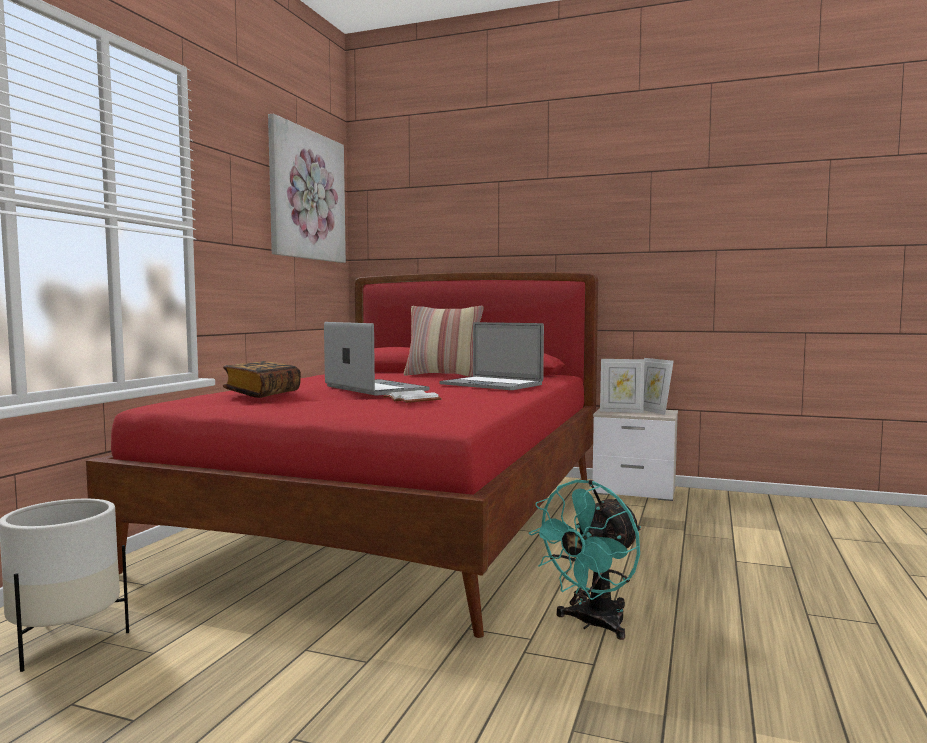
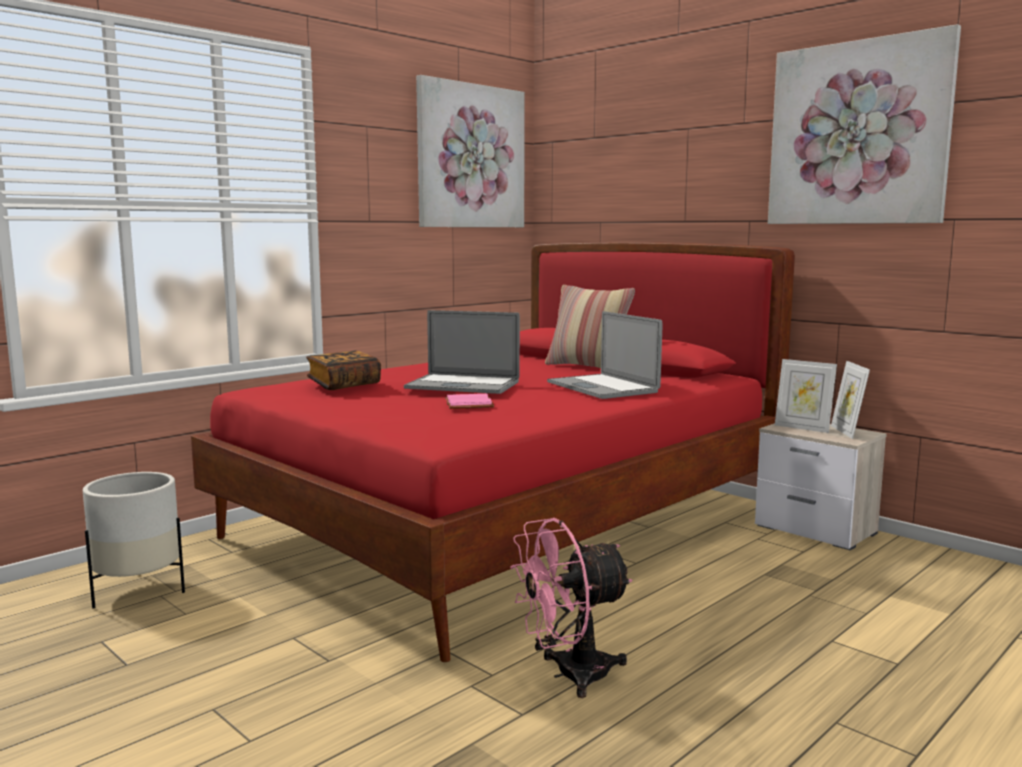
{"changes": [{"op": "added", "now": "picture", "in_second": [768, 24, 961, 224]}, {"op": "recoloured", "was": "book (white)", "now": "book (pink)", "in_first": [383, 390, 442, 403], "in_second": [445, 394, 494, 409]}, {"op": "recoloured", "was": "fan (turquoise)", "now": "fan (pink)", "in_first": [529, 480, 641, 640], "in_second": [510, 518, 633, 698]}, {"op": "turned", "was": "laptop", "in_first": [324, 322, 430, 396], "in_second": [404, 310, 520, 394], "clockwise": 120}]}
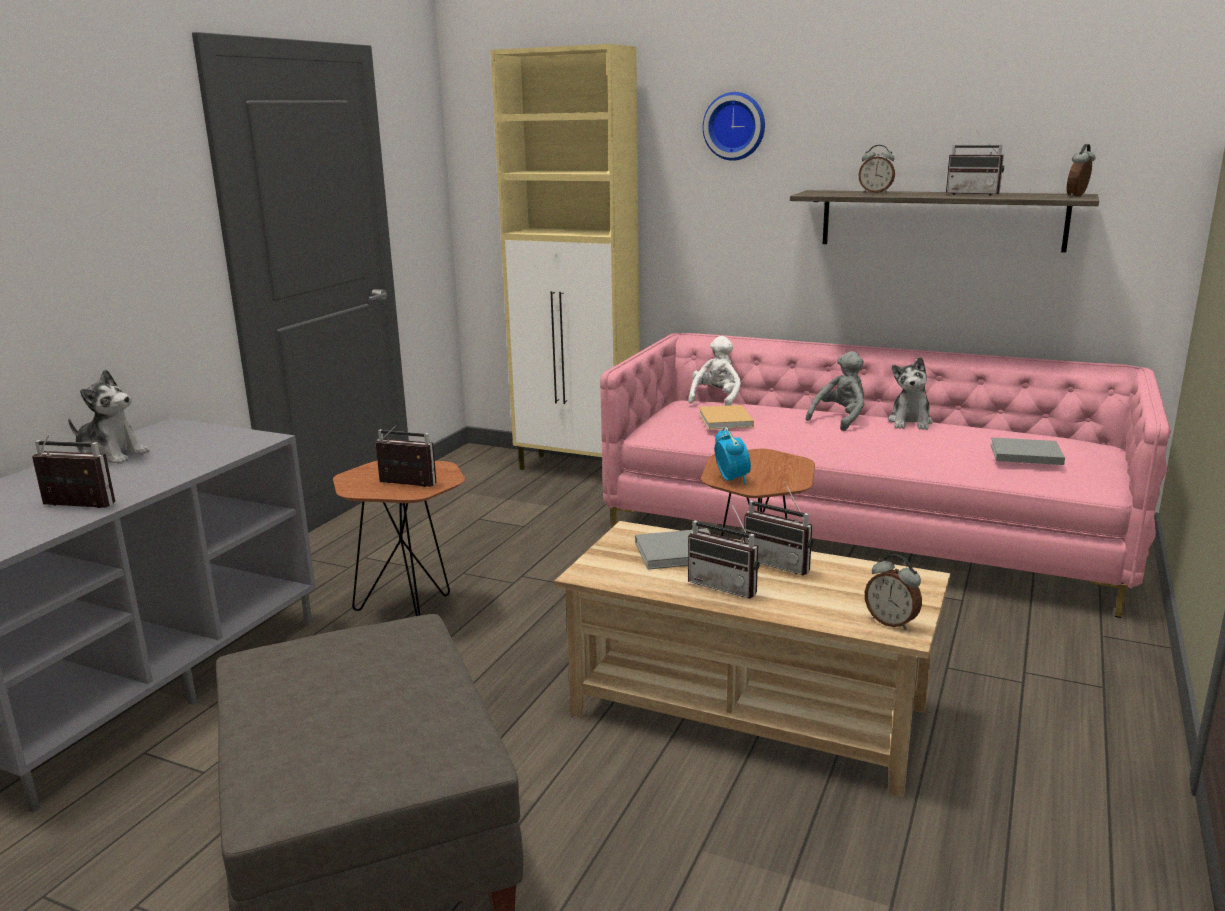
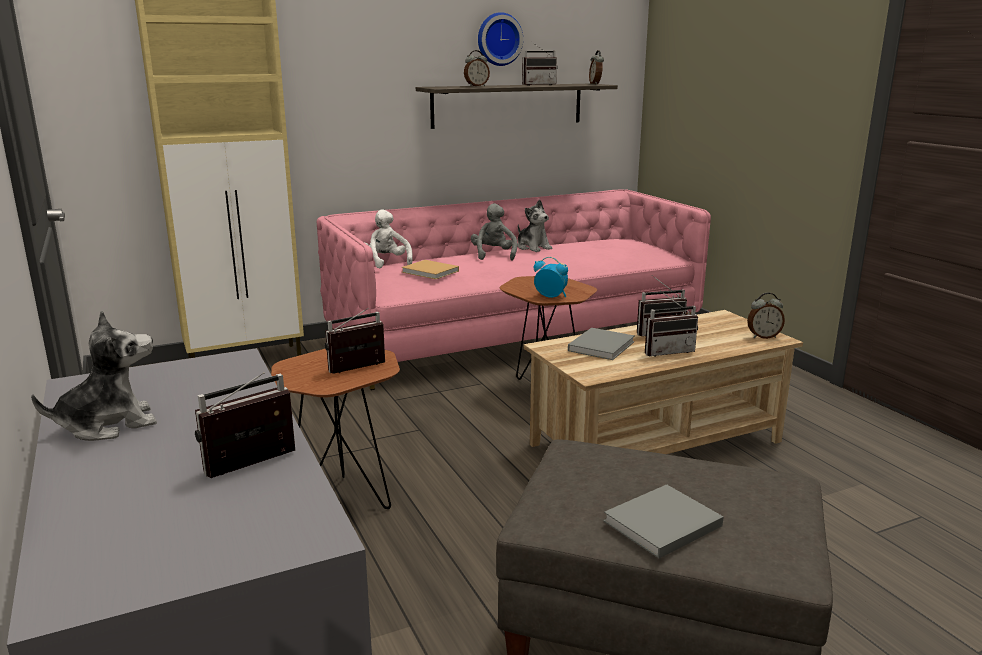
{"changes": [{"op": "moved", "was": "wall clock", "in_first": [703, 92, 765, 161], "in_second": [478, 12, 523, 66]}, {"op": "moved", "was": "book (grey)", "in_first": [990, 437, 1065, 465], "in_second": [604, 484, 724, 558]}]}
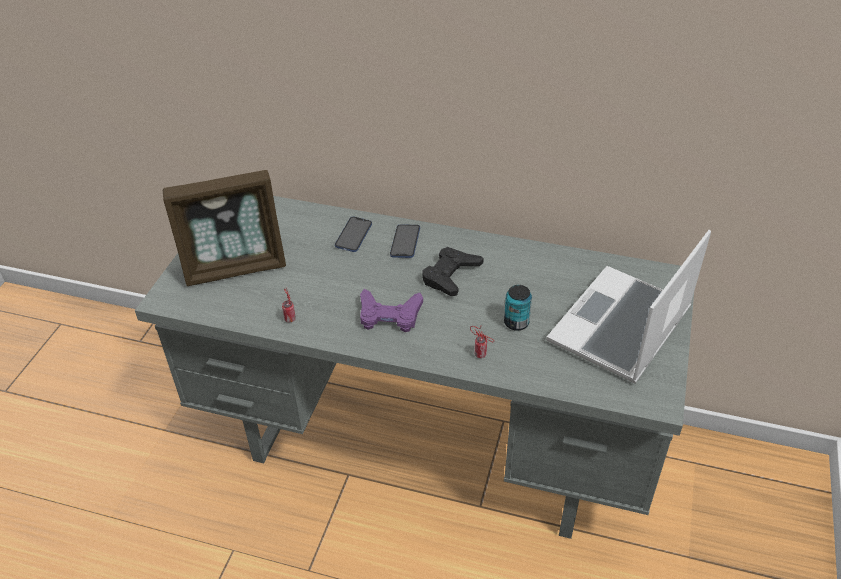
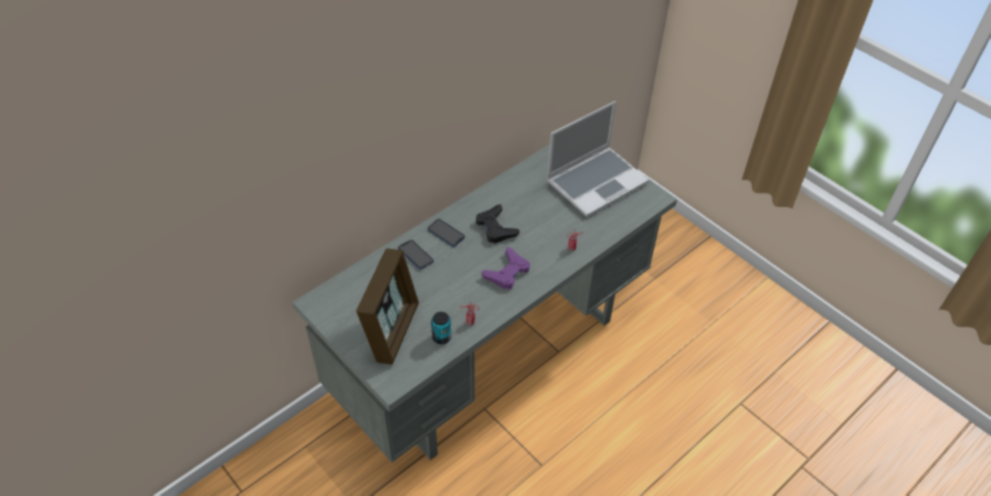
{"changes": [{"op": "moved", "was": "can", "in_first": [504, 285, 532, 331], "in_second": [431, 312, 451, 344]}, {"op": "turned", "was": "laptop", "in_first": [546, 230, 711, 383], "in_second": [546, 101, 649, 217], "clockwise": -105}]}
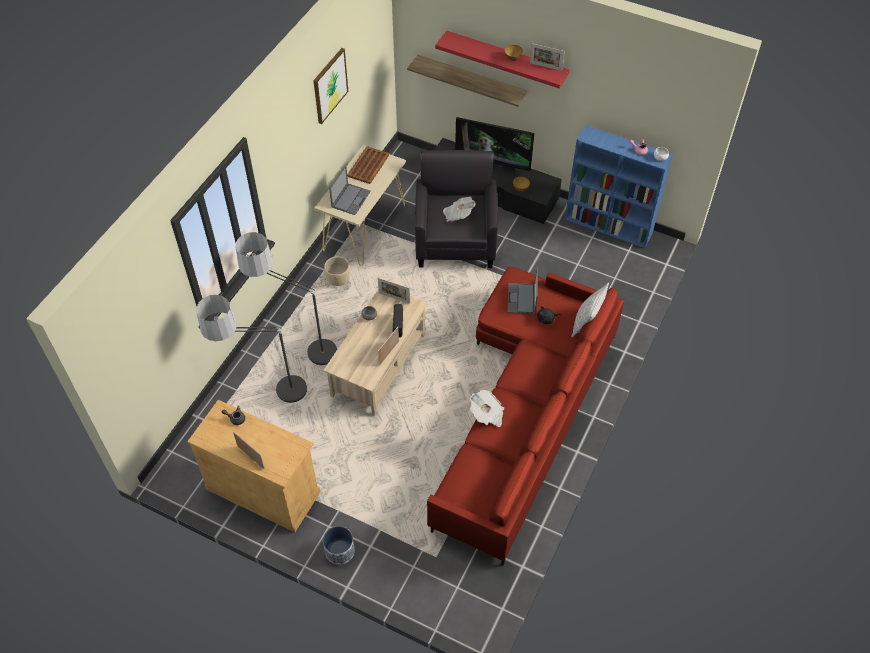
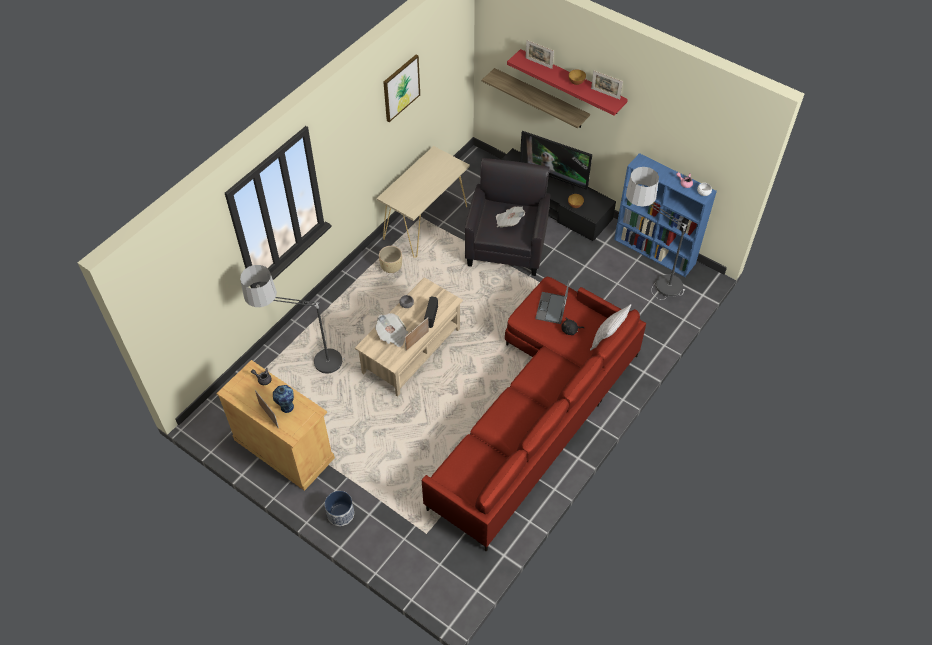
{"changes": [{"op": "removed", "was": "laptop", "in_first": [329, 165, 371, 215]}, {"op": "removed", "was": "tray (brown)", "in_first": [347, 146, 389, 184]}, {"op": "added", "now": "vase", "in_second": [273, 385, 294, 413]}, {"op": "moved", "was": "floor lamp", "in_first": [235, 232, 337, 365], "in_second": [626, 167, 688, 300]}, {"op": "moved", "was": "picture frame", "in_first": [378, 278, 410, 304], "in_second": [525, 40, 554, 69]}, {"op": "moved", "was": "newspaper", "in_first": [470, 390, 504, 427], "in_second": [375, 313, 408, 347]}]}
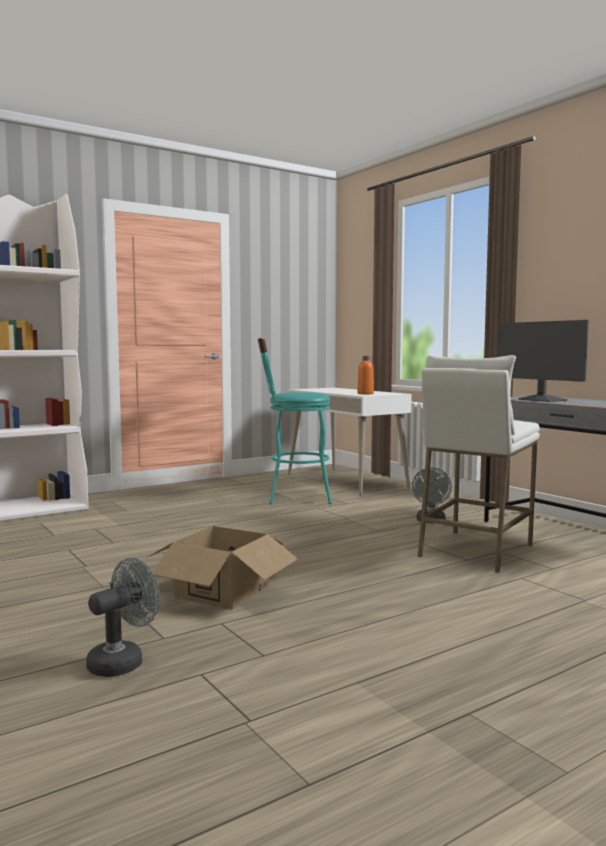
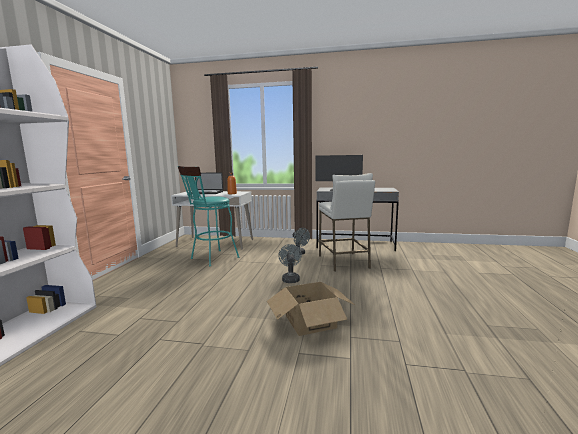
{"changes": [{"op": "added", "now": "laptop", "in_second": [188, 173, 223, 194]}, {"op": "moved", "was": "fan (grey)", "in_first": [86, 558, 160, 677], "in_second": [278, 244, 302, 283]}]}
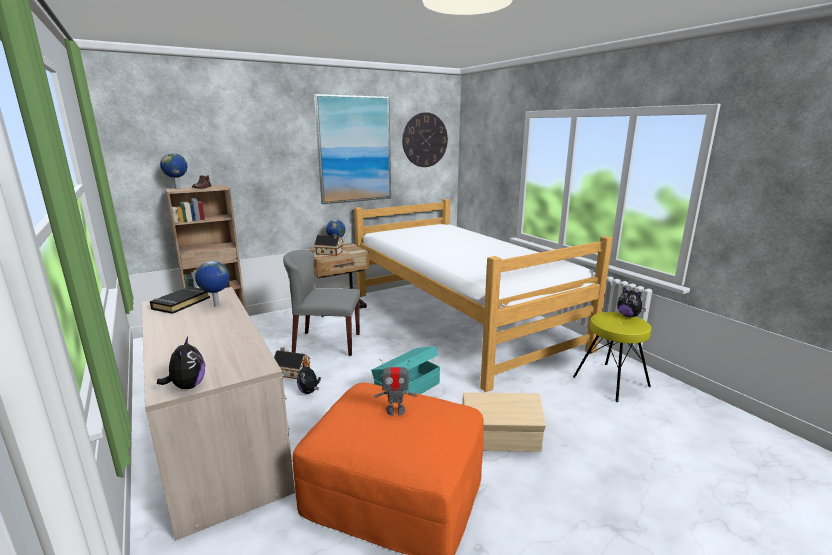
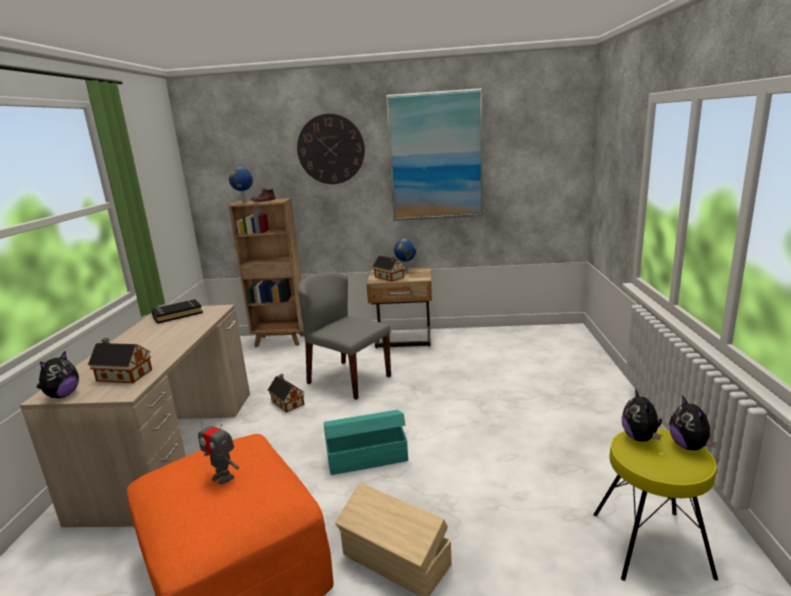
{"changes": [{"op": "removed", "was": "globe", "in_first": [195, 261, 230, 306]}, {"op": "removed", "was": "bed", "in_first": [354, 199, 613, 392]}, {"op": "added", "now": "toy house", "in_second": [88, 338, 152, 383]}, {"op": "moved", "was": "plush toy", "in_first": [297, 363, 321, 394], "in_second": [621, 389, 662, 442]}, {"op": "moved", "was": "wall clock", "in_first": [402, 112, 448, 167], "in_second": [297, 114, 365, 184]}]}
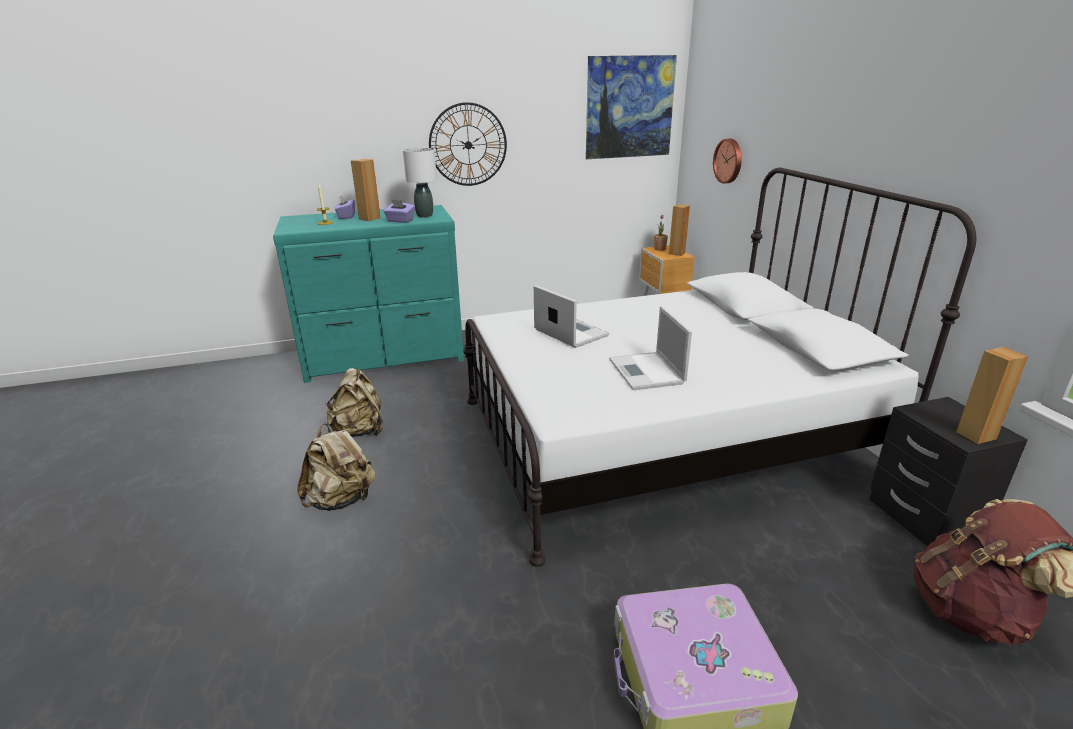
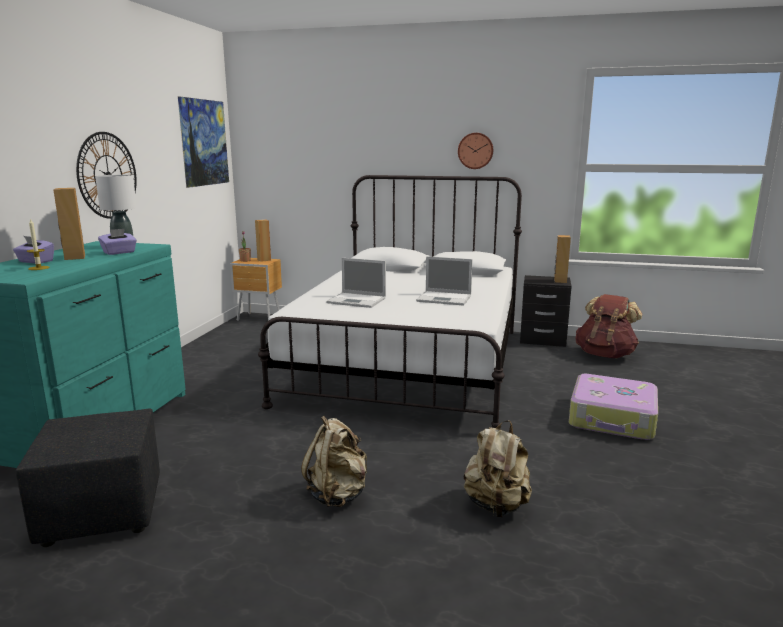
{"changes": [{"op": "added", "now": "ottoman (black)", "in_second": [16, 409, 160, 547]}, {"op": "moved", "was": "backpack (beige)", "in_first": [325, 368, 383, 437], "in_second": [464, 420, 532, 517]}, {"op": "moved", "was": "wall clock", "in_first": [713, 139, 742, 184], "in_second": [458, 133, 493, 169]}, {"op": "turned", "was": "laptop", "in_first": [534, 285, 609, 348], "in_second": [326, 258, 386, 308], "clockwise": -150}]}
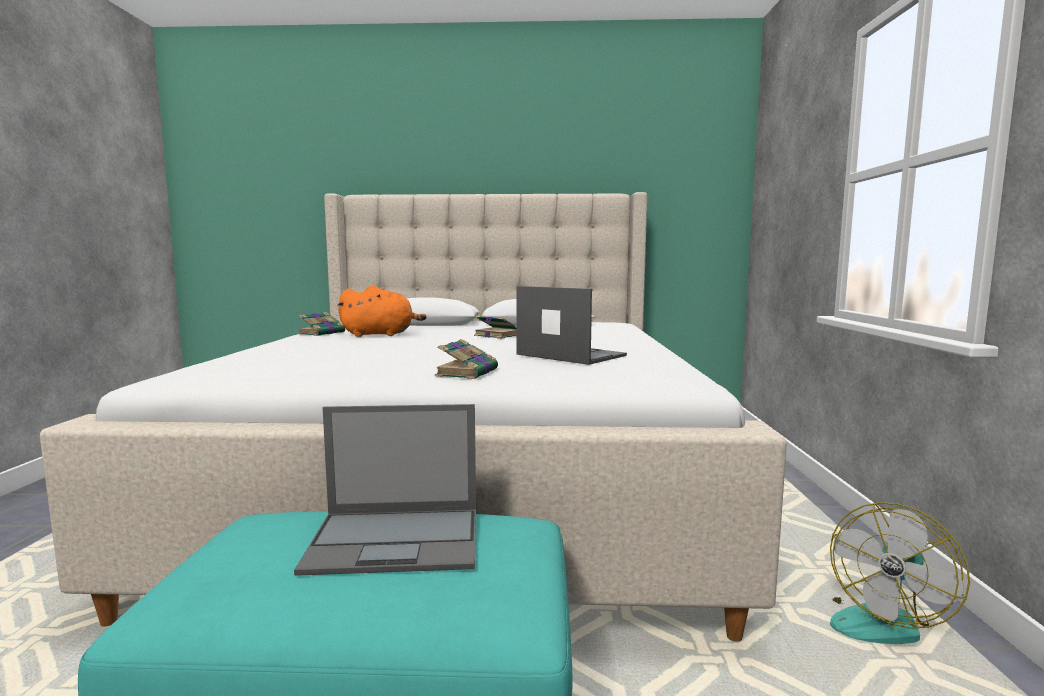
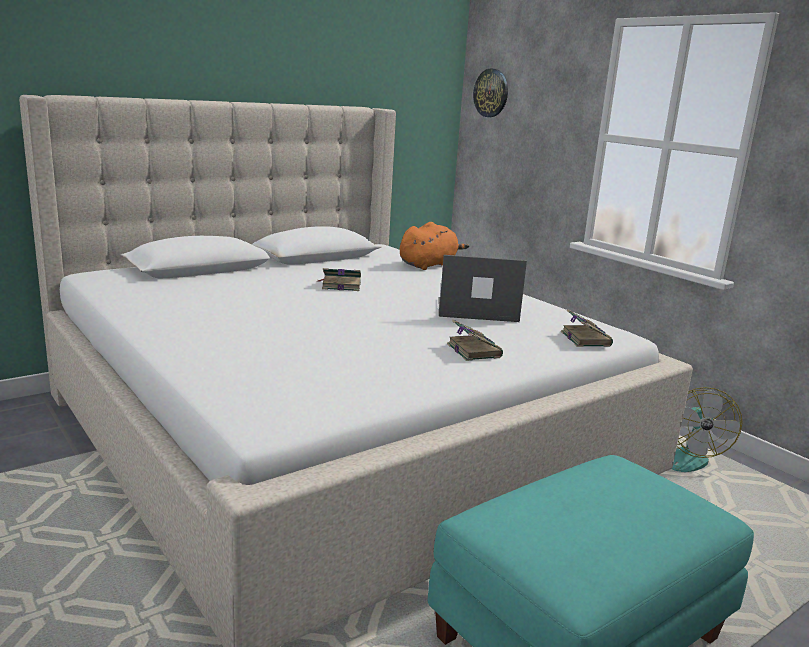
{"changes": [{"op": "removed", "was": "laptop", "in_first": [294, 404, 476, 576]}, {"op": "added", "now": "wall clock", "in_second": [473, 69, 508, 117]}, {"op": "moved", "was": "book", "in_first": [298, 312, 346, 336], "in_second": [561, 309, 613, 347]}, {"op": "moved", "was": "plush toy (orange)", "in_first": [337, 285, 426, 337], "in_second": [400, 222, 469, 270]}]}
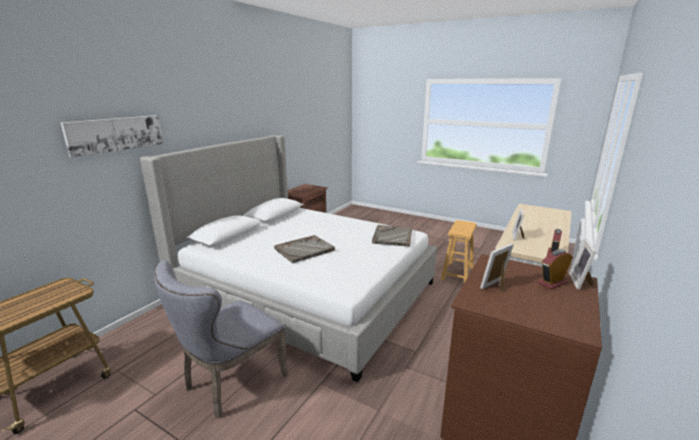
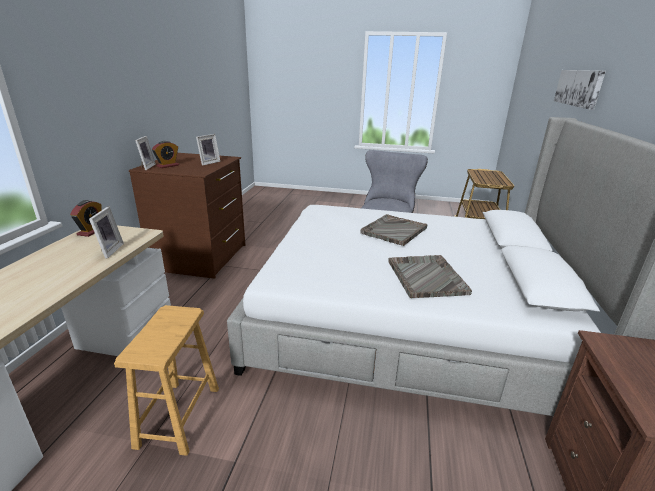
{"changes": [{"op": "moved", "was": "tray (grey)", "in_first": [372, 225, 412, 247], "in_second": [388, 255, 472, 298]}]}
